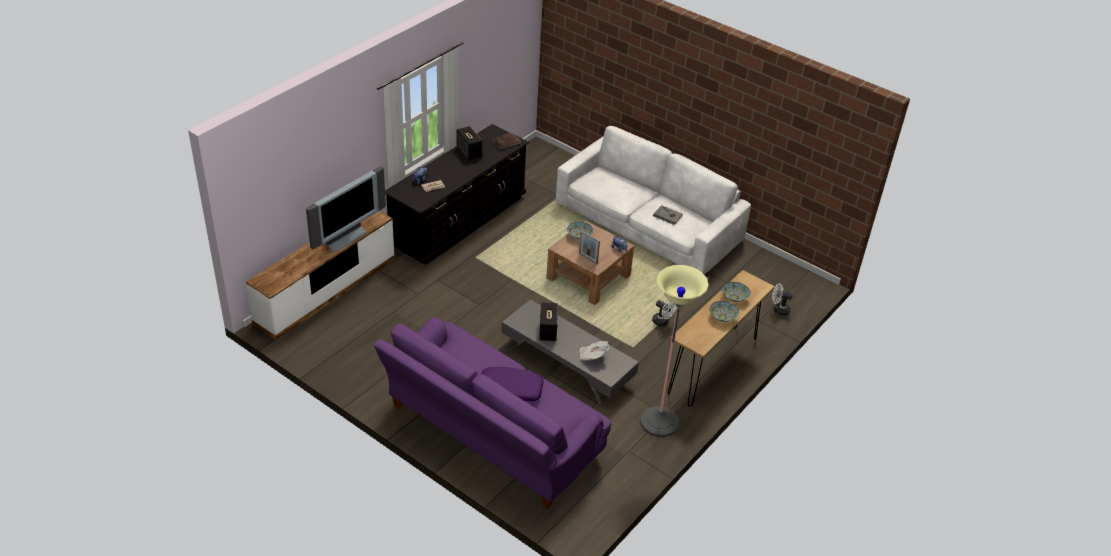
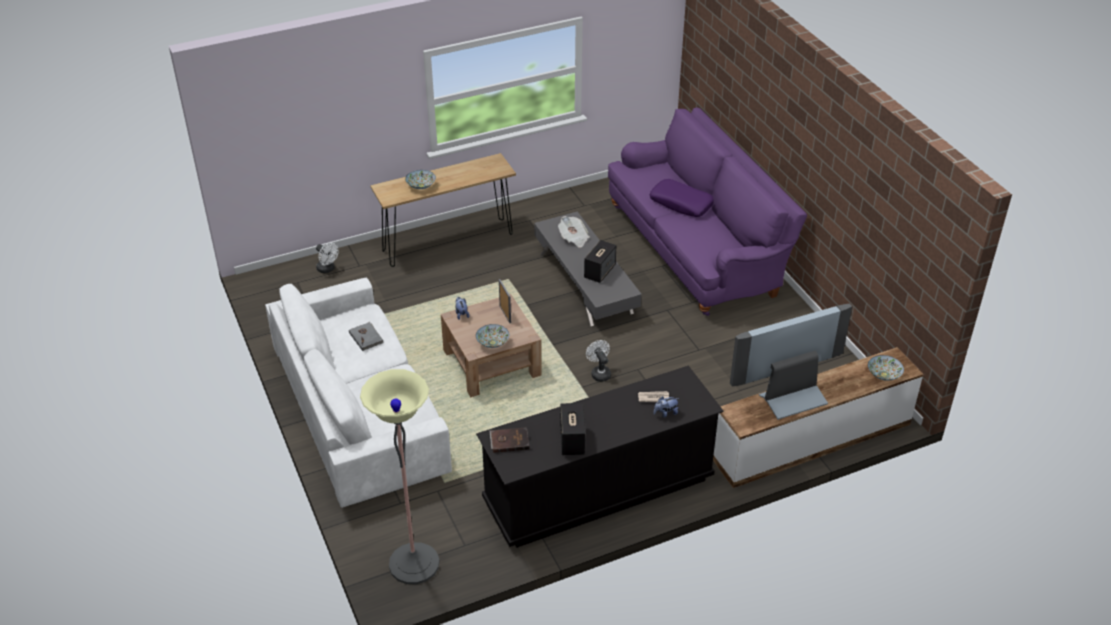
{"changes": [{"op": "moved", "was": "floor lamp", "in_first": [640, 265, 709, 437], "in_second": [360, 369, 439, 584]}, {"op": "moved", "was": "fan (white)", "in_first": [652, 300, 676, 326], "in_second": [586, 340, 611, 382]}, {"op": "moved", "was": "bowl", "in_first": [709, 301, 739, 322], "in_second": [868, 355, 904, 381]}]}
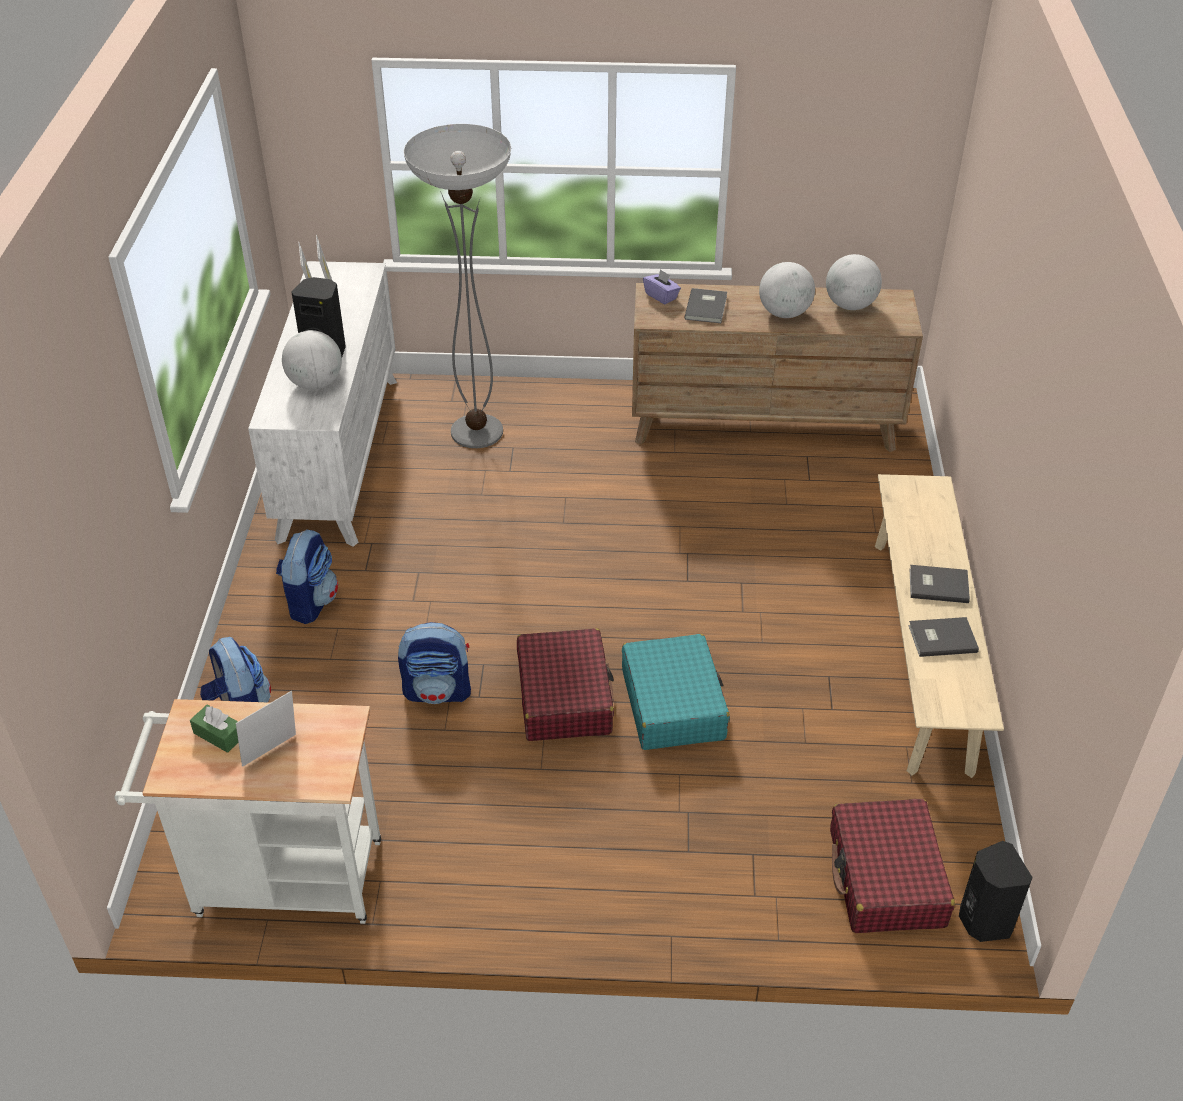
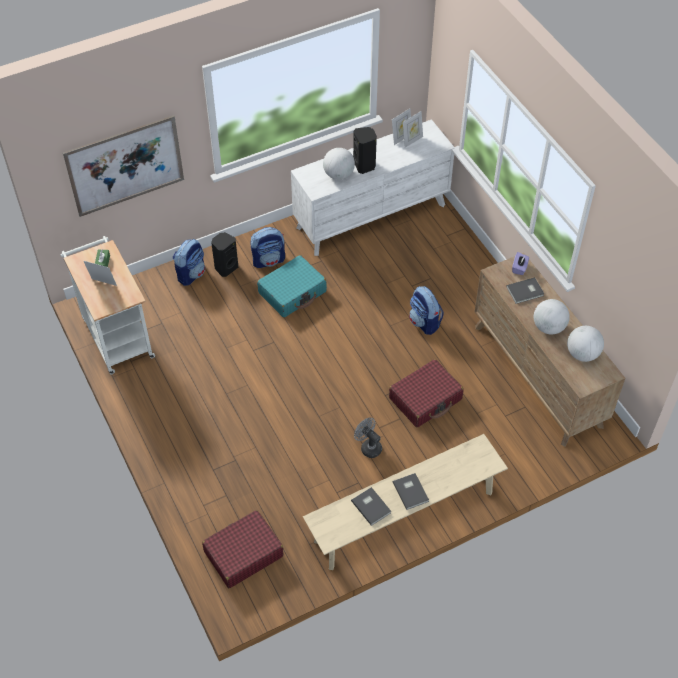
{"changes": [{"op": "removed", "was": "floor lamp", "in_first": [404, 124, 511, 448]}, {"op": "added", "now": "picture", "in_second": [63, 115, 184, 217]}, {"op": "added", "now": "fan (grey)", "in_second": [354, 418, 382, 458]}, {"op": "moved", "was": "backpack", "in_first": [398, 622, 471, 704], "in_second": [409, 286, 444, 335]}, {"op": "moved", "was": "suitcase (red)", "in_first": [517, 628, 614, 741], "in_second": [389, 359, 463, 428]}, {"op": "moved", "was": "suitcase (turquoise)", "in_first": [622, 634, 730, 750], "in_second": [257, 255, 327, 318]}, {"op": "moved", "was": "speaker (black)", "in_first": [959, 841, 1033, 942], "in_second": [211, 232, 238, 277]}]}
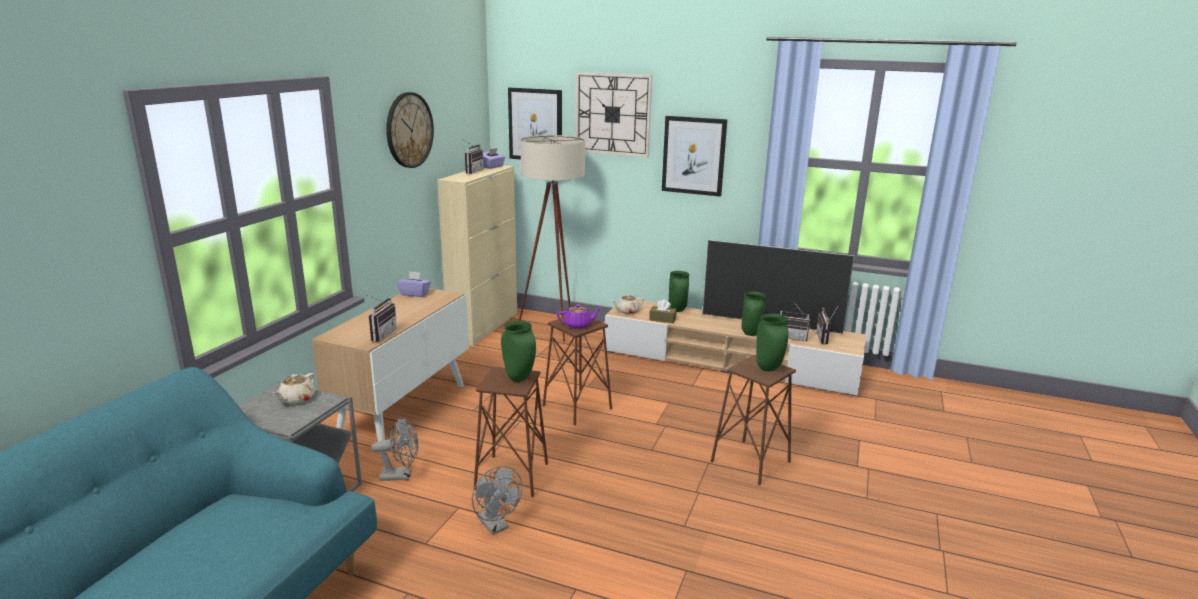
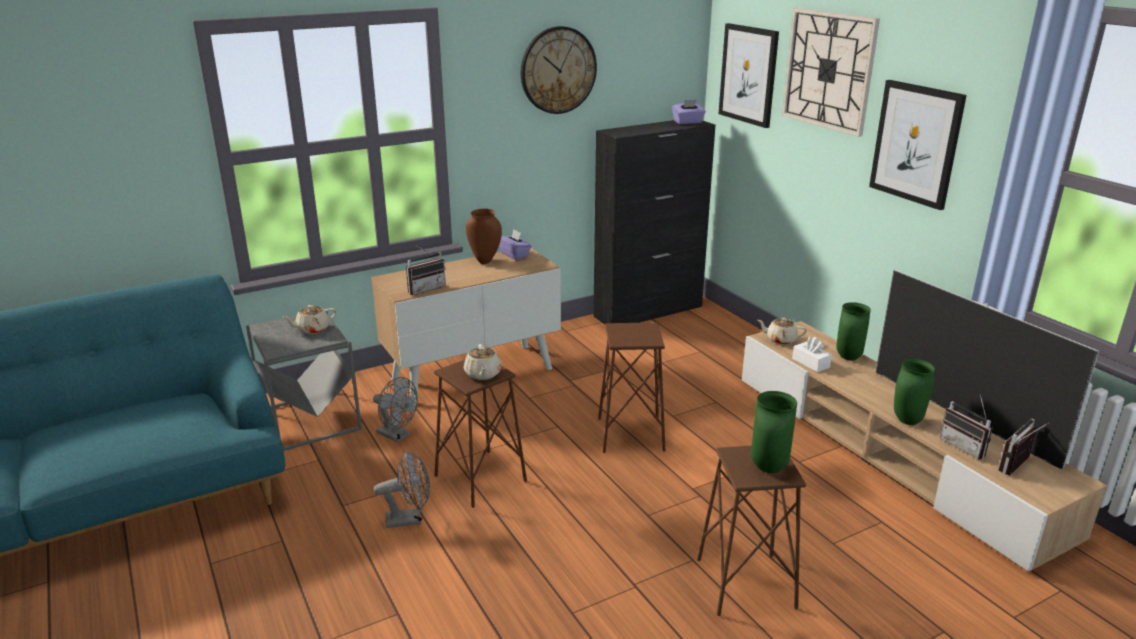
{"changes": [{"op": "removed", "was": "radio", "in_first": [464, 140, 484, 174]}, {"op": "removed", "was": "floor lamp (beige)", "in_first": [519, 135, 585, 342]}, {"op": "removed", "was": "teapot (purple)", "in_first": [557, 304, 601, 329]}, {"op": "added", "now": "vase (brown)", "in_second": [466, 209, 502, 264]}, {"op": "replaced", "was": "vase (green)", "now": "teapot (beige)", "in_first": [501, 321, 536, 382], "in_second": [464, 344, 502, 380]}, {"op": "recoloured", "was": "cabinet (beige)", "now": "cabinet (black)", "in_first": [437, 165, 517, 346], "in_second": [593, 120, 716, 325]}, {"op": "recoloured", "was": "tissue box (brown)", "now": "tissue box (white)", "in_first": [649, 299, 677, 323], "in_second": [792, 337, 832, 372]}, {"op": "turned", "was": "fan (grey)", "in_first": [472, 466, 522, 535], "in_second": [374, 451, 430, 528], "clockwise": -105}]}
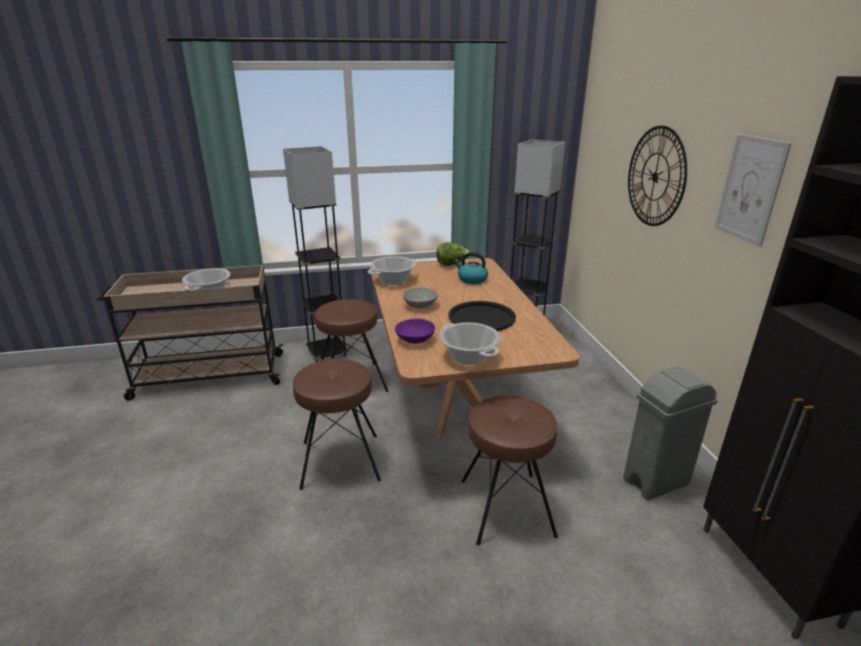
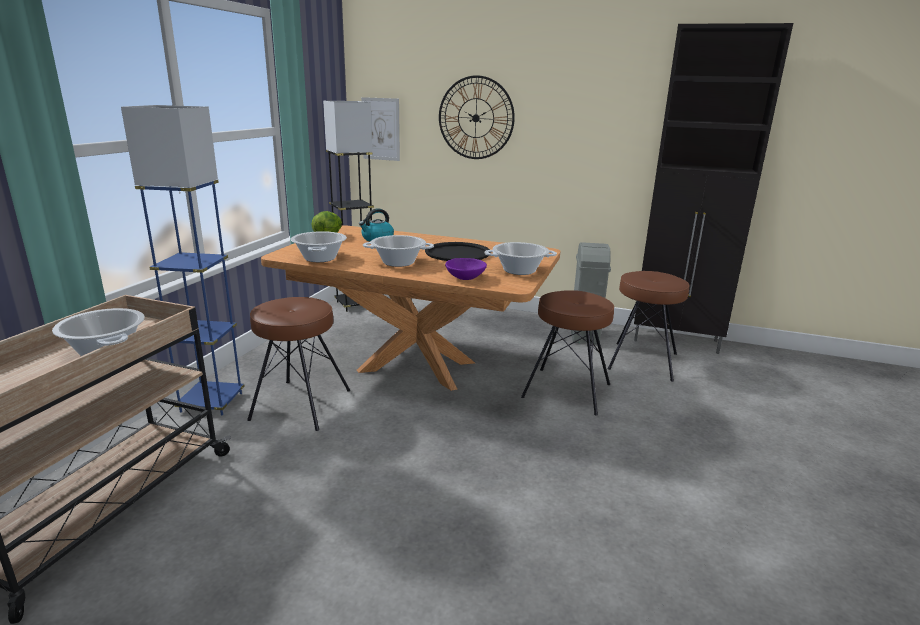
{"changes": [{"op": "moved", "was": "stool (brown)", "in_first": [293, 359, 381, 490], "in_second": [608, 271, 690, 382]}, {"op": "moved", "was": "picture", "in_first": [714, 134, 792, 247], "in_second": [361, 97, 400, 161]}, {"op": "replaced", "was": "bowl (grey)", "now": "cooking pot", "in_first": [403, 287, 438, 308], "in_second": [363, 235, 434, 267]}, {"op": "recoloured", "was": "floor lamp (grey)", "now": "floor lamp (blue)", "in_first": [283, 146, 348, 362], "in_second": [121, 105, 245, 416]}]}
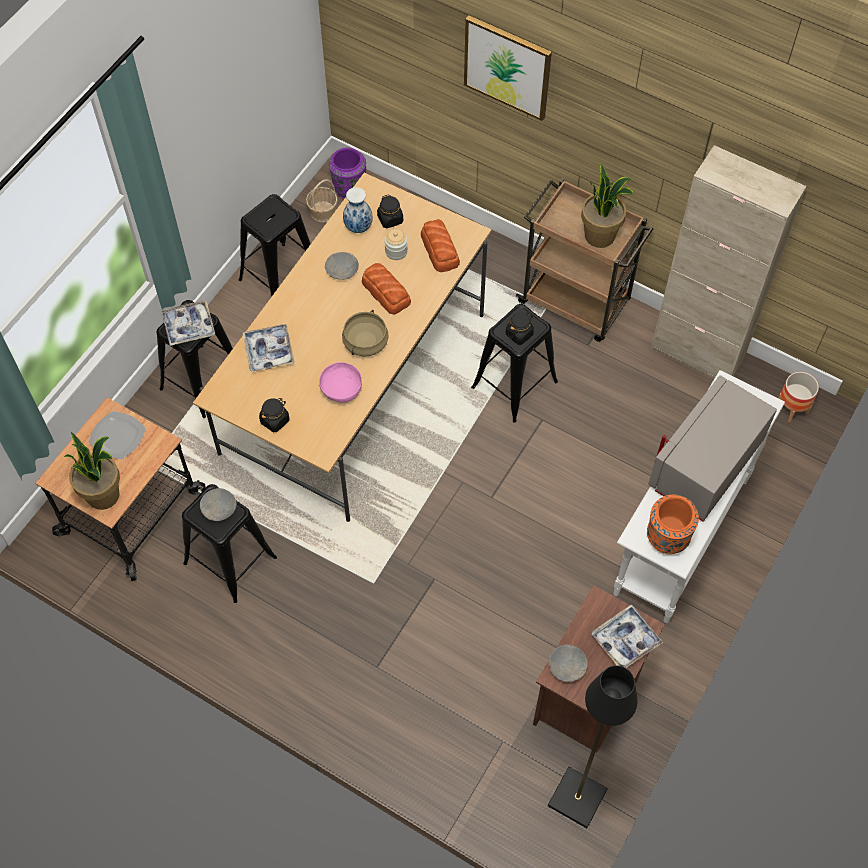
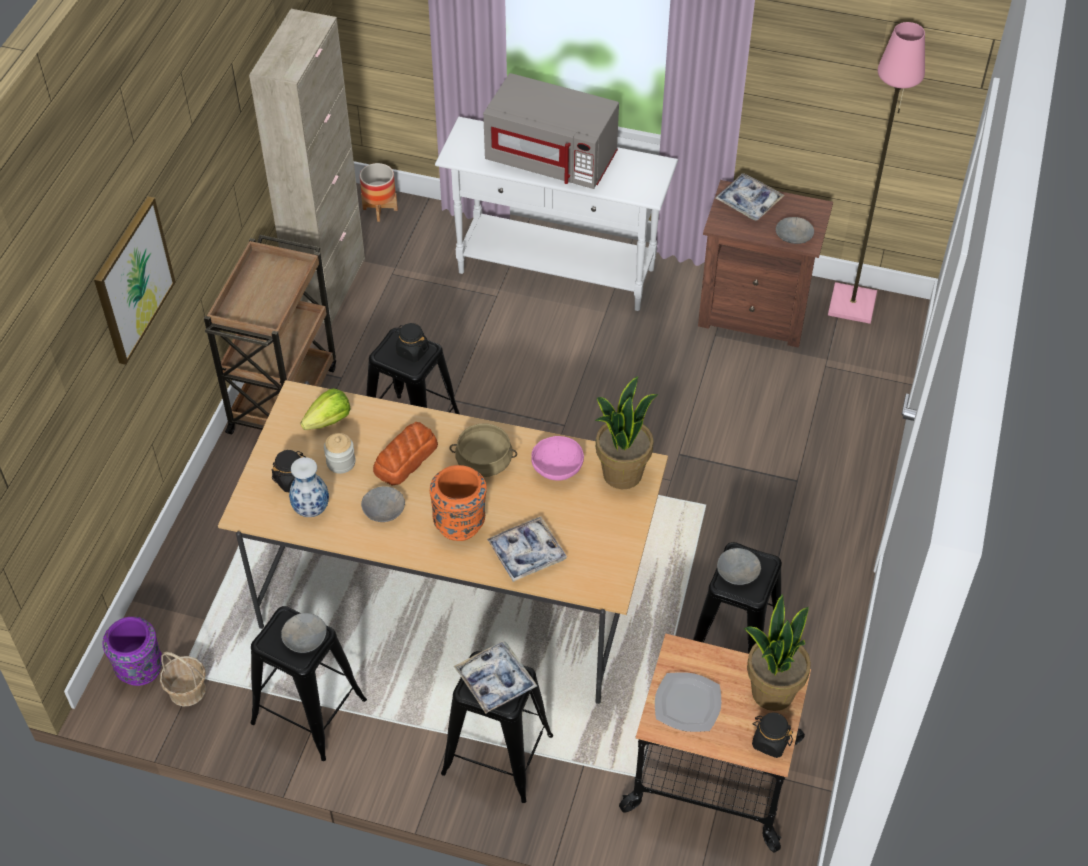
{"changes": [{"op": "added", "now": "bowl (grey)", "in_second": [281, 613, 327, 653]}, {"op": "moved", "was": "jar (black)", "in_first": [259, 398, 289, 432], "in_second": [752, 713, 793, 758]}, {"op": "moved", "was": "potted plant", "in_first": [581, 164, 634, 248], "in_second": [595, 376, 659, 489]}, {"op": "moved", "was": "vase (orange)", "in_first": [647, 495, 699, 554], "in_second": [430, 465, 487, 541]}, {"op": "replaced", "was": "bread", "now": "lettuce", "in_first": [421, 219, 460, 272], "in_second": [300, 388, 350, 430]}, {"op": "recoloured", "was": "floor lamp (black)", "now": "floor lamp (pink)", "in_first": [548, 665, 638, 828], "in_second": [828, 22, 925, 324]}]}
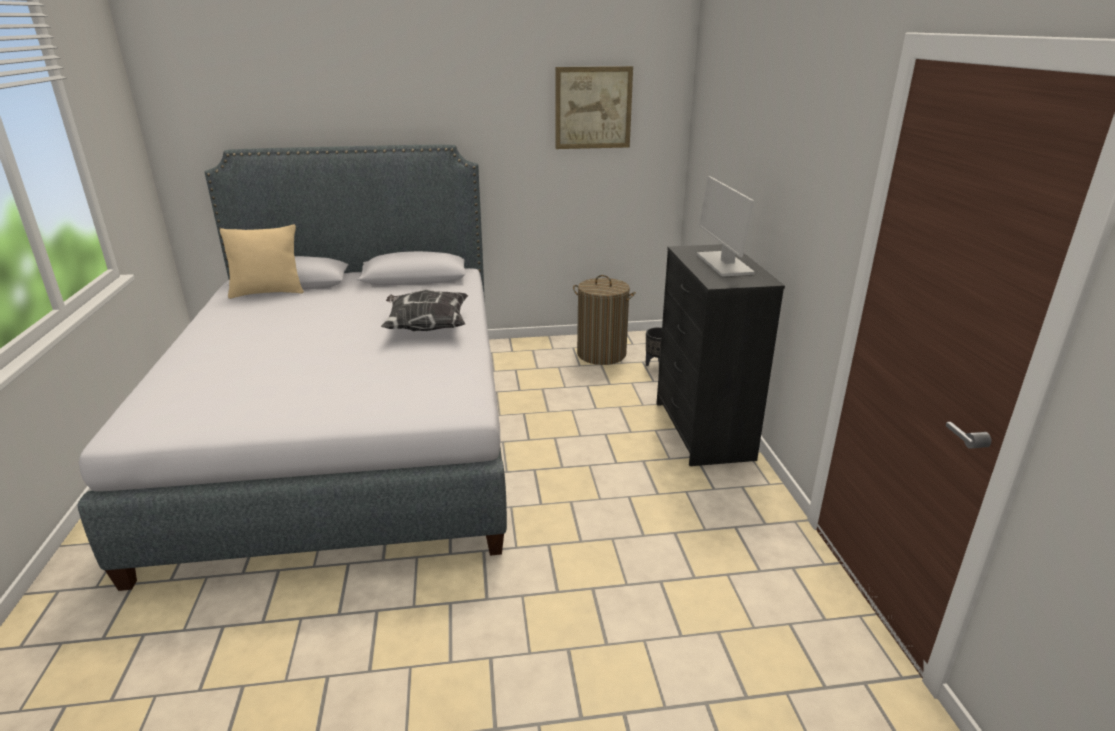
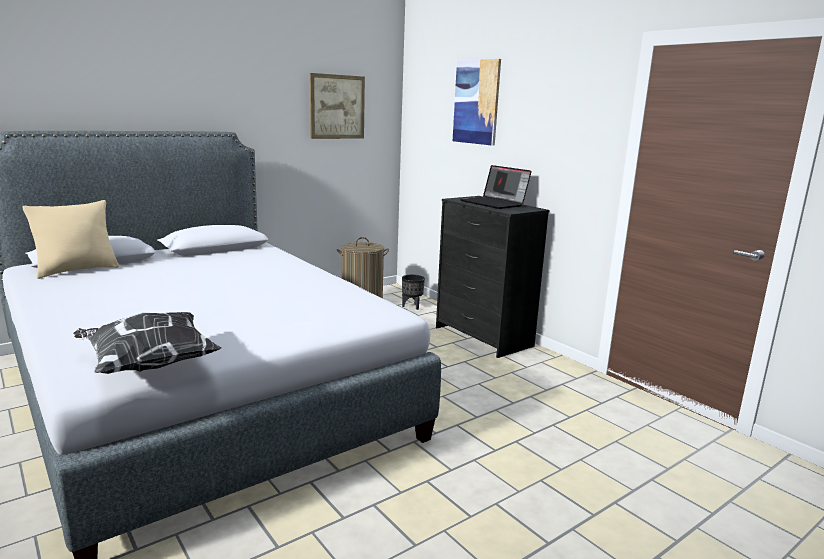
{"changes": [{"op": "added", "now": "picture", "in_second": [453, 59, 501, 146]}, {"op": "moved", "was": "pillow", "in_first": [381, 290, 468, 331], "in_second": [73, 312, 222, 374]}, {"op": "replaced", "was": "monitor", "now": "laptop", "in_first": [697, 176, 755, 277], "in_second": [460, 165, 532, 209]}]}
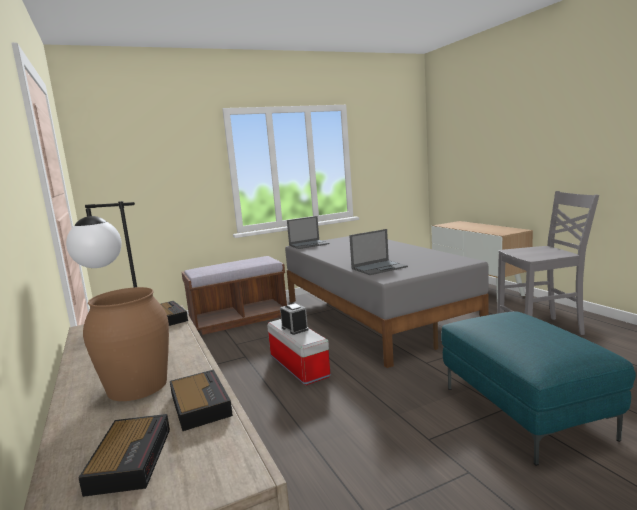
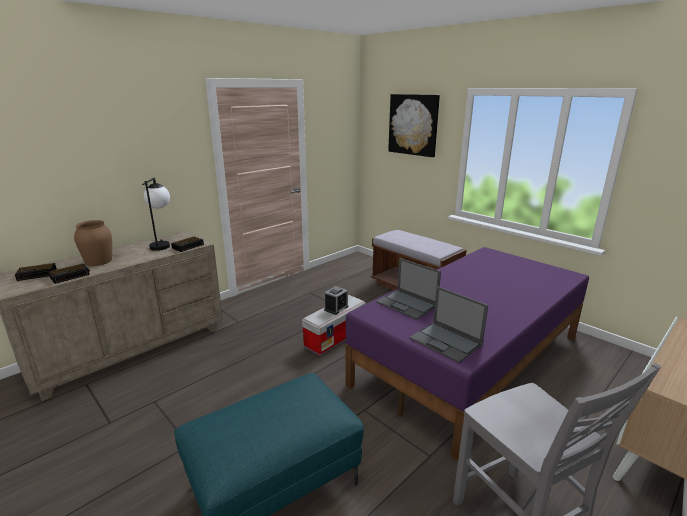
{"changes": [{"op": "added", "now": "picture", "in_second": [388, 94, 440, 157]}, {"op": "moved", "was": "laptop", "in_first": [287, 216, 330, 249], "in_second": [410, 286, 488, 363]}, {"op": "recoloured", "was": "bed (grey)", "now": "bed (purple)", "in_first": [285, 236, 489, 368], "in_second": [345, 247, 589, 461]}]}
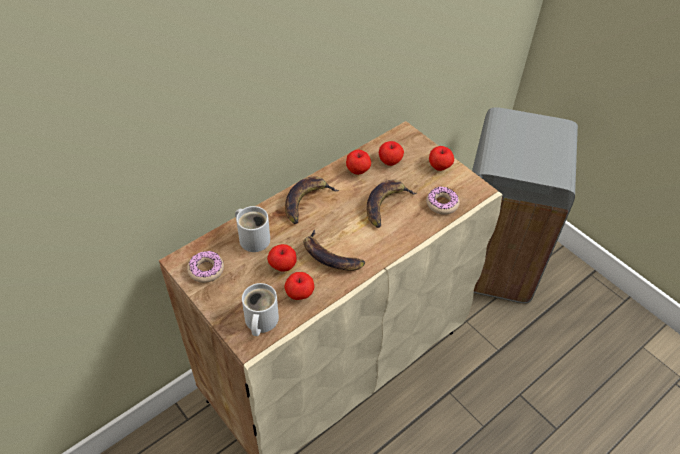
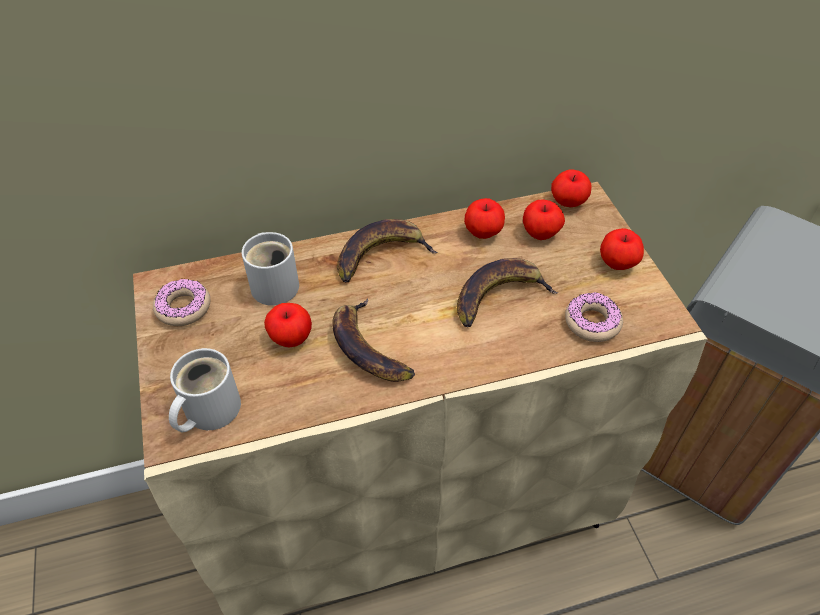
{"changes": [{"op": "moved", "was": "apple", "in_first": [285, 272, 314, 300], "in_second": [551, 169, 592, 207]}]}
